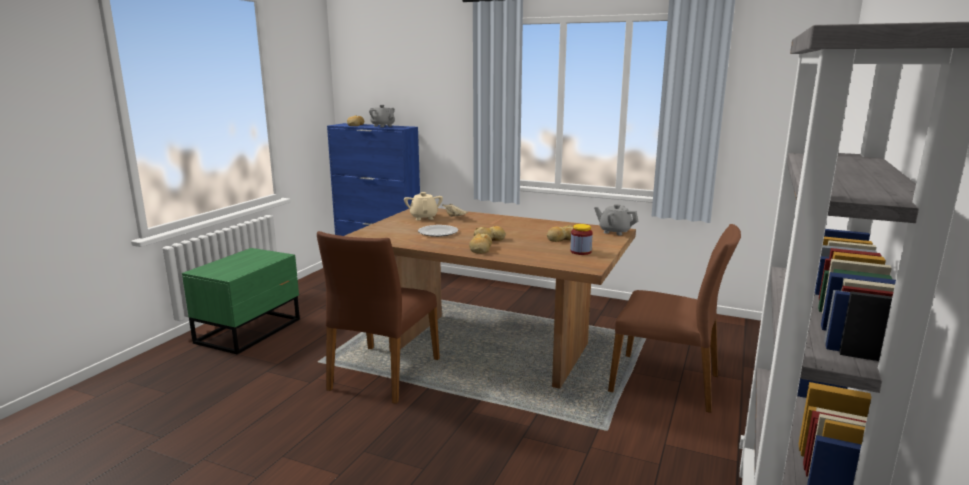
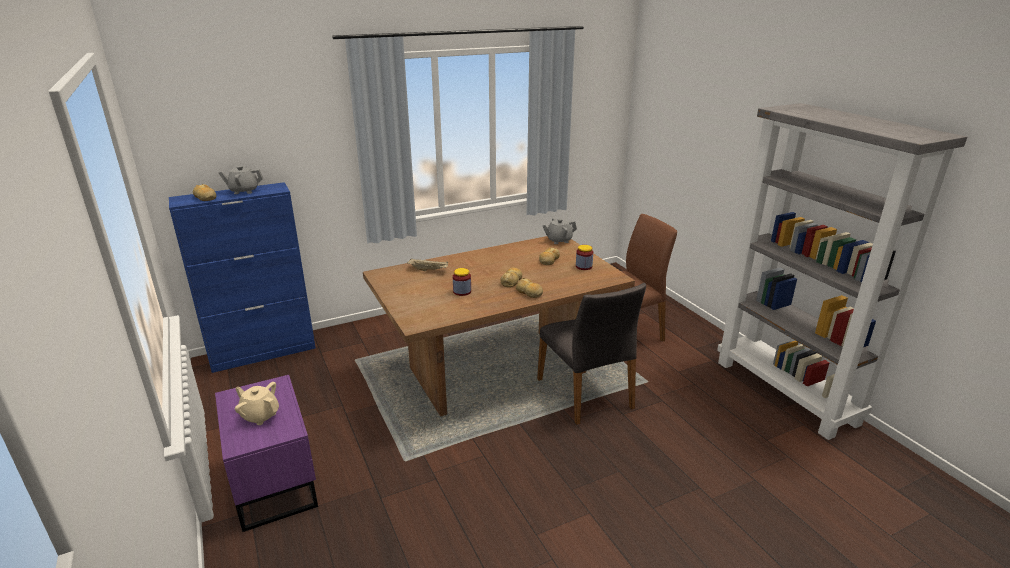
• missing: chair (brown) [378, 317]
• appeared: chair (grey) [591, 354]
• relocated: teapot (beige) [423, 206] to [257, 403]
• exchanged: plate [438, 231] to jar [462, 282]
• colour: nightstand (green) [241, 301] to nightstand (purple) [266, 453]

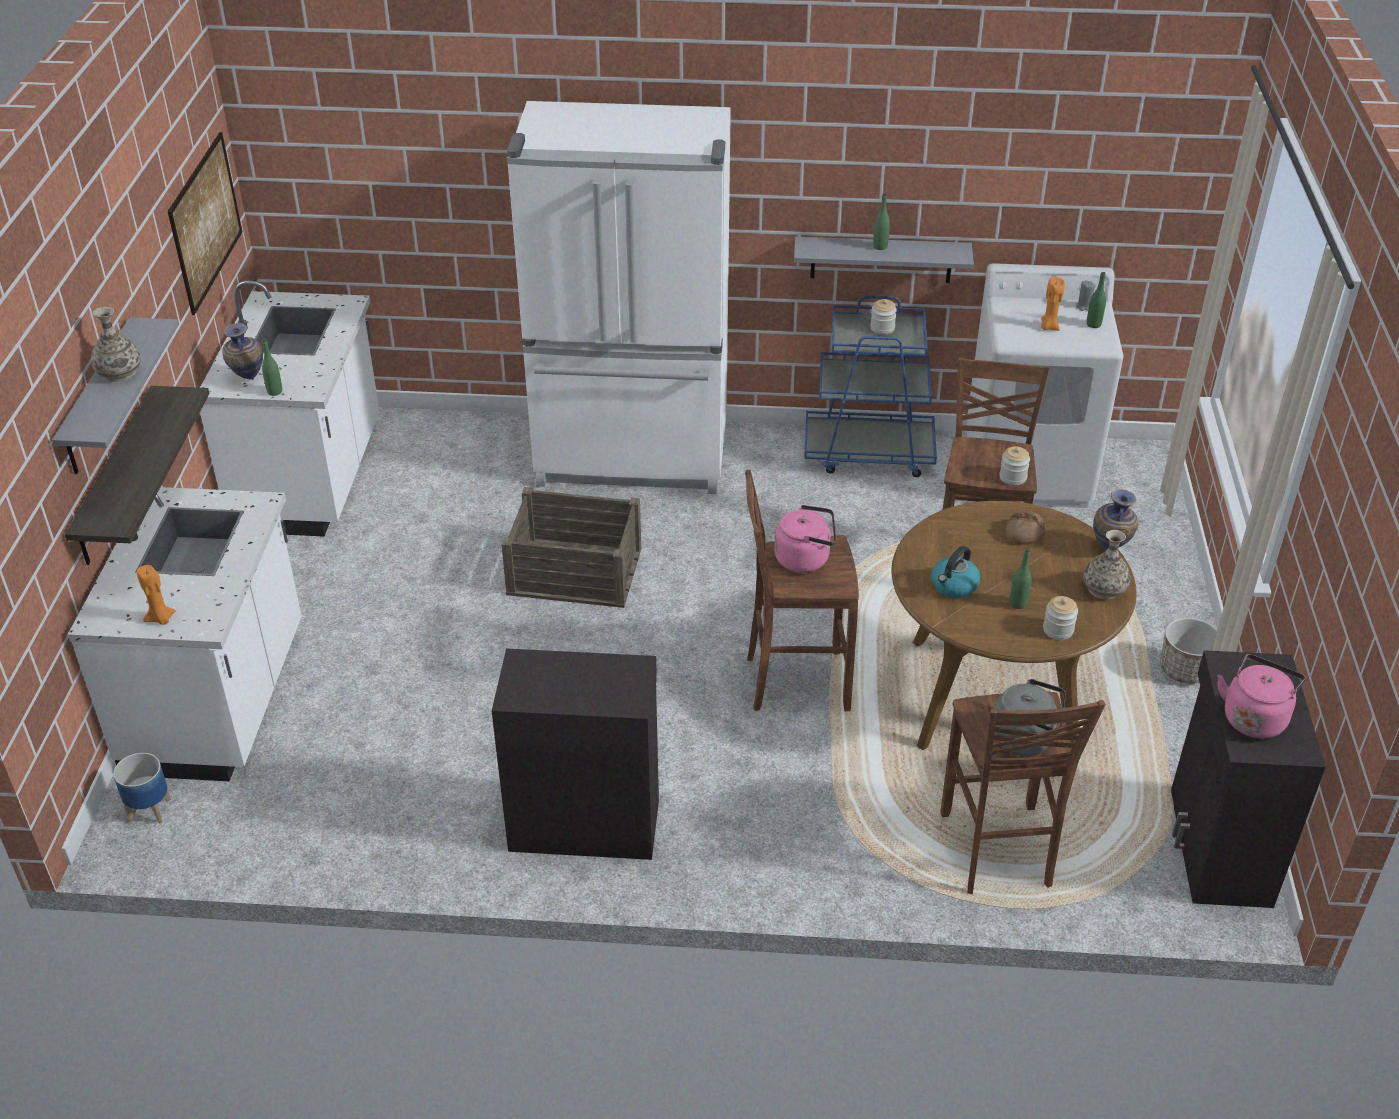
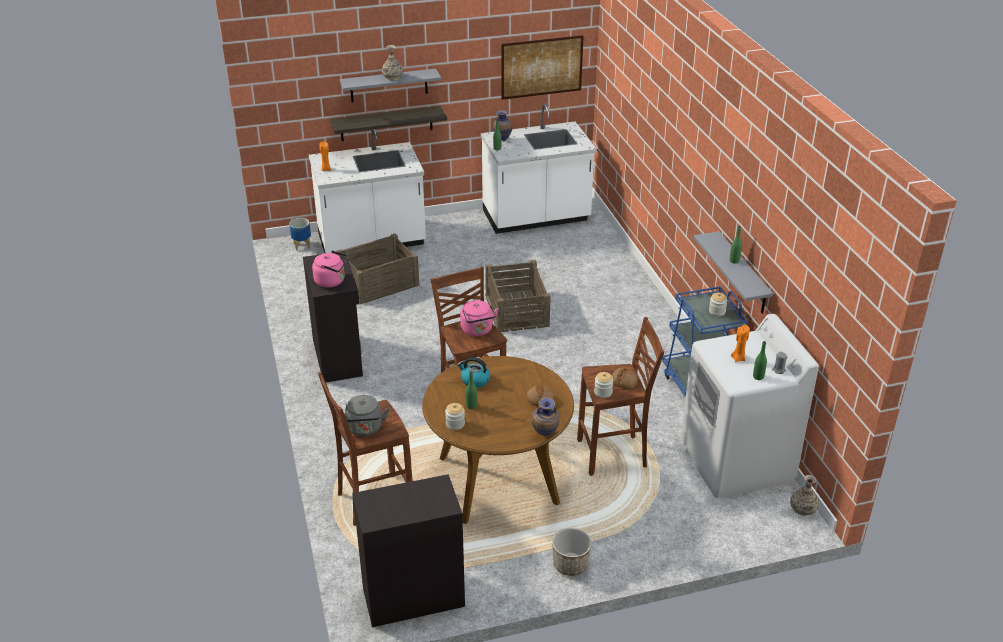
• missing: fridge (white) [619, 297]
• appeared: crate [378, 269]
• appeared: bread [624, 378]
• relocated: vase [1106, 565] to [804, 495]
• relocated: kettle (pink) [1261, 696] to [330, 269]

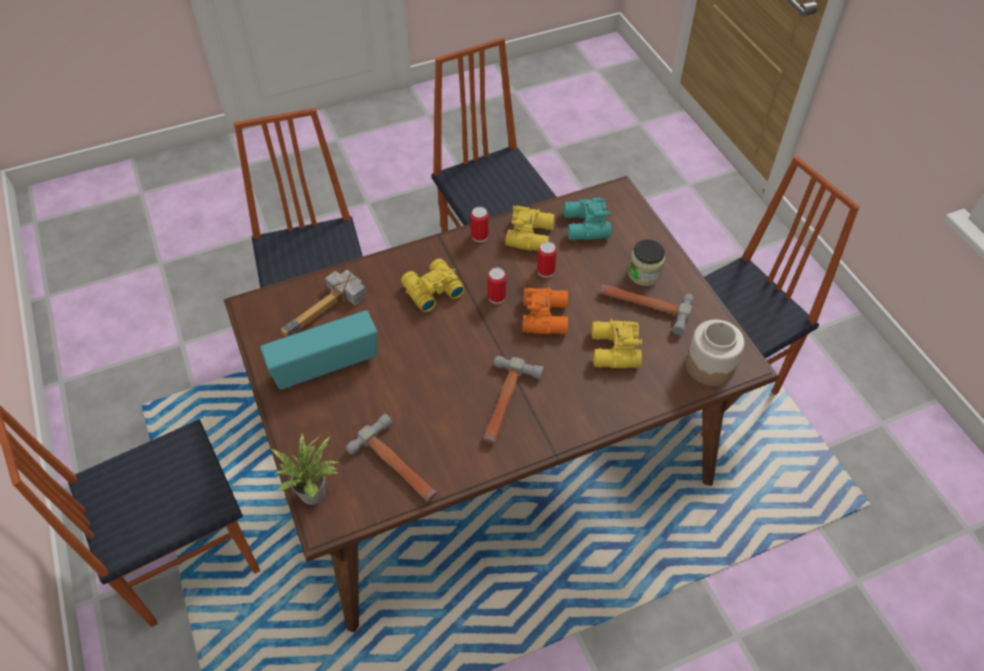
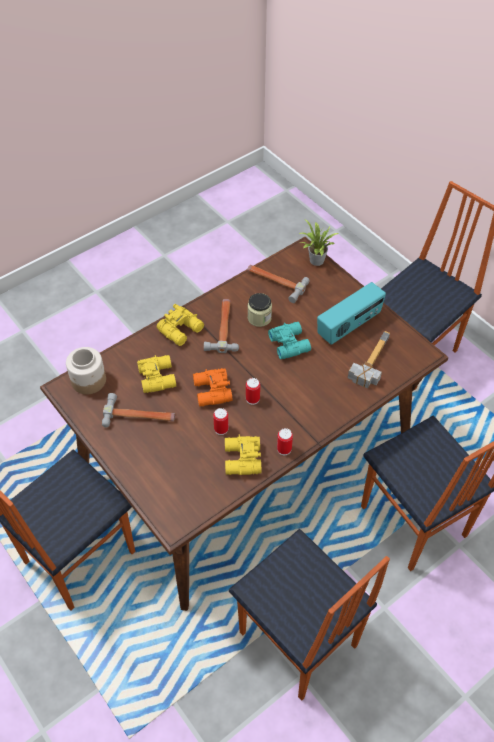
• relocated: binoculars (yellow) [433, 285] to [180, 325]
• relocated: binoculars (turquoise) [587, 219] to [289, 340]
• relocated: jar [646, 263] to [259, 310]

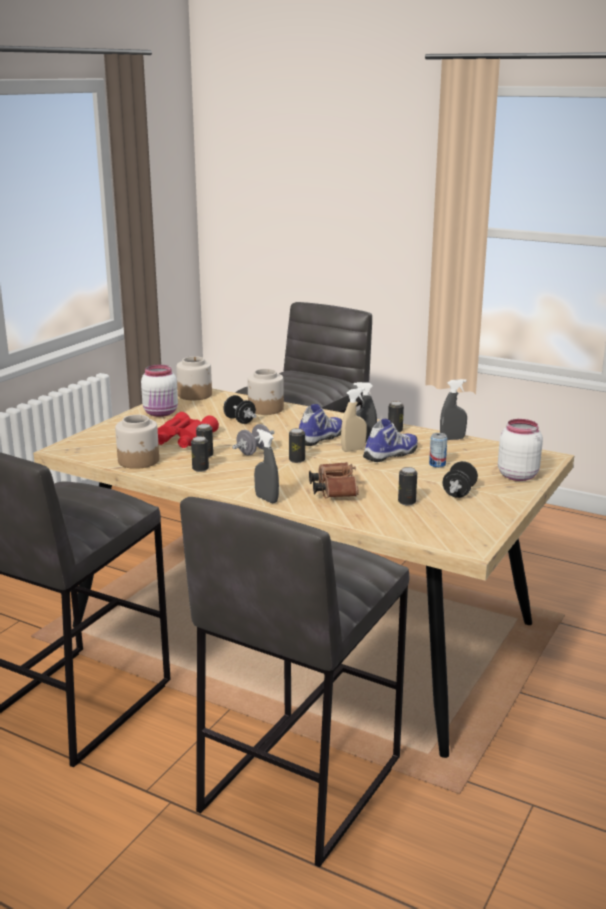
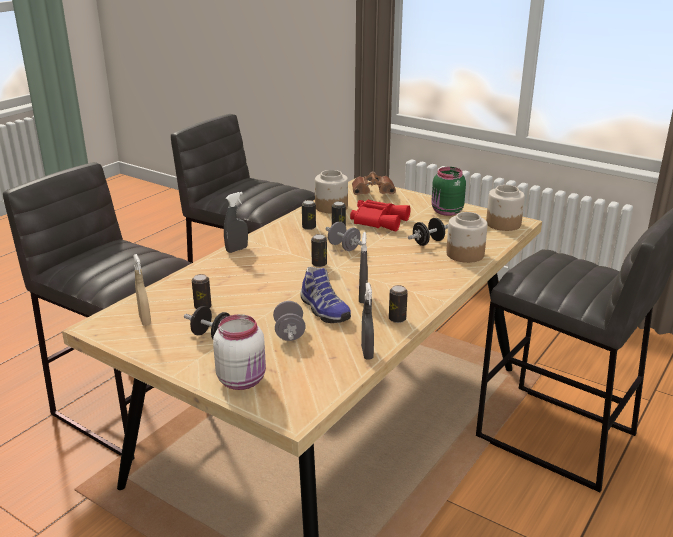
• missing: shoe [320, 425]
• relocated: binoculars (brown) [334, 480] to [374, 183]
• relocated: spray bottle (beige) [354, 420] to [142, 290]
• exchanged: can [438, 450] to dumbbell (grey) [289, 321]
• colour: jar (white) [159, 391] to jar (green) [448, 191]

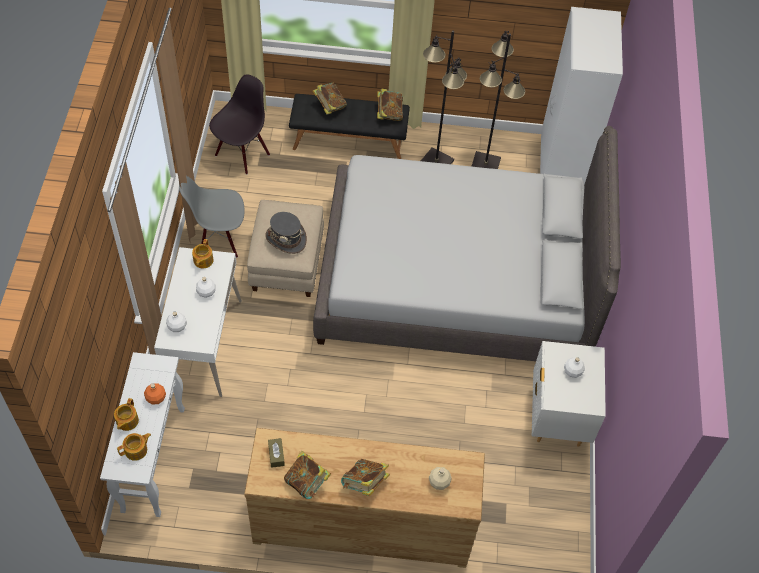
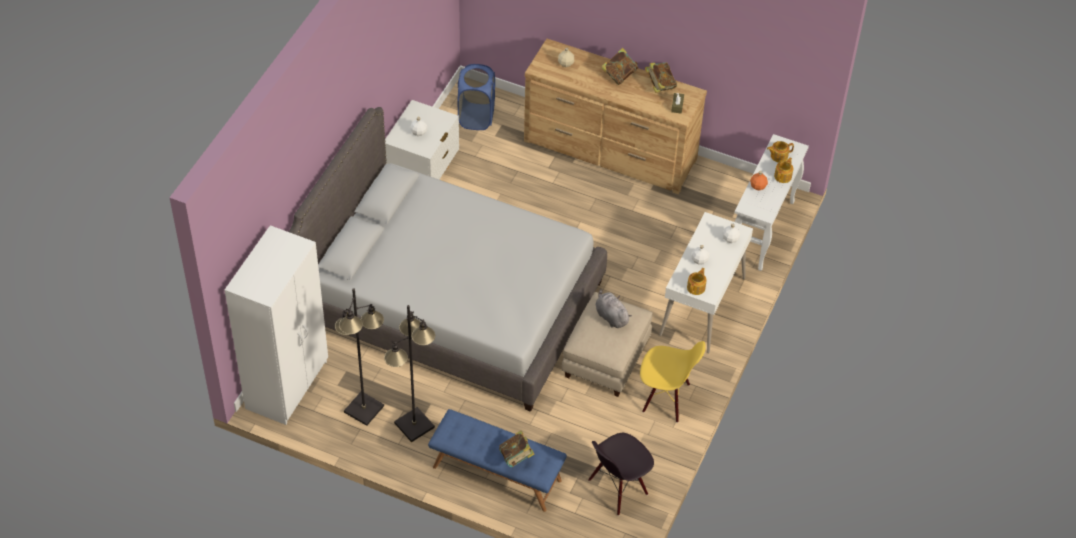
• missing: book [390, 104]
• appeared: laundry basket (blue) [476, 97]
• exchanged: hat (grey) [286, 233] to plush toy (grey) [613, 308]
• colour: chair (grey) [212, 217] to chair (yellow) [673, 382]
• colour: bench (black) [349, 126] to bench (blue) [497, 460]

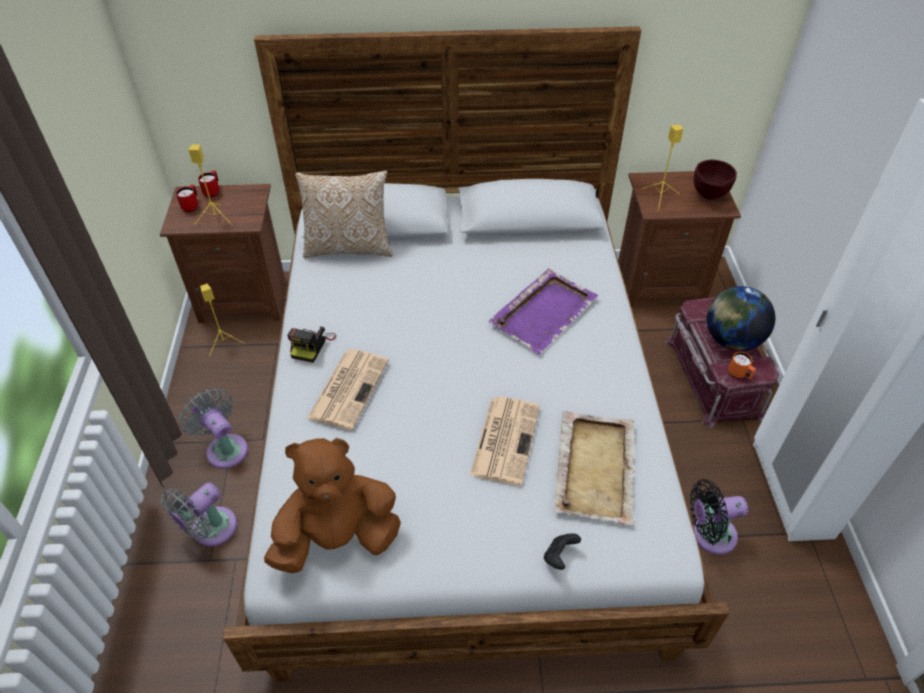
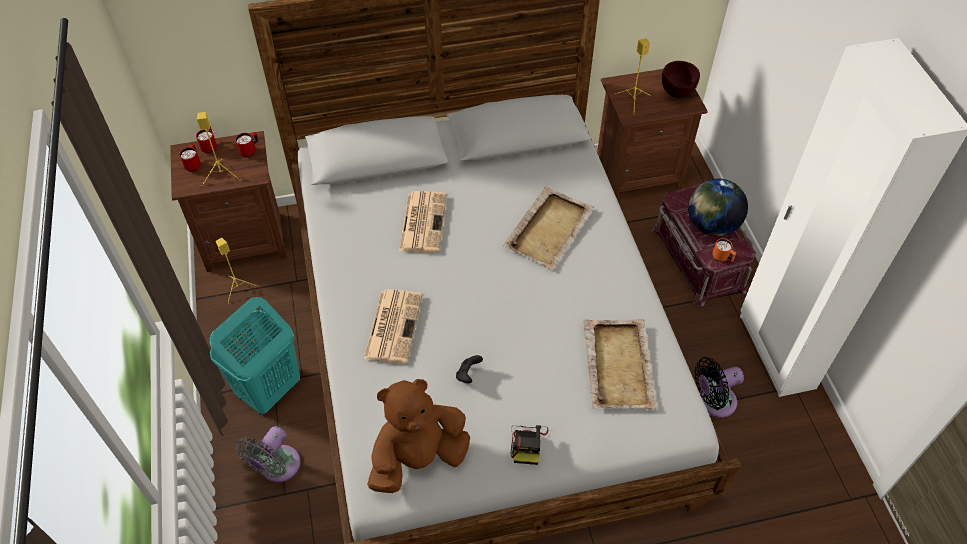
• missing: pillow [344, 214]
• appeared: mug (red) [247, 144]
• relocated: photo camera [311, 345] to [529, 445]
• relocated: newspaper [504, 441] to [423, 222]
• relocated: game controller (black) [562, 551] to [469, 369]
• exchanged: fan (grey) [213, 428] to laundry basket (turquoise) [255, 356]
• colour: tray (purple) [543, 311] to tray (beige) [548, 228]

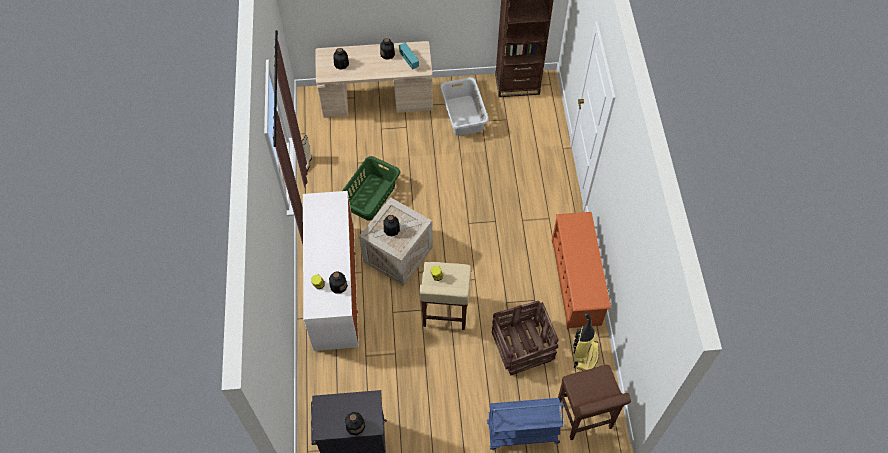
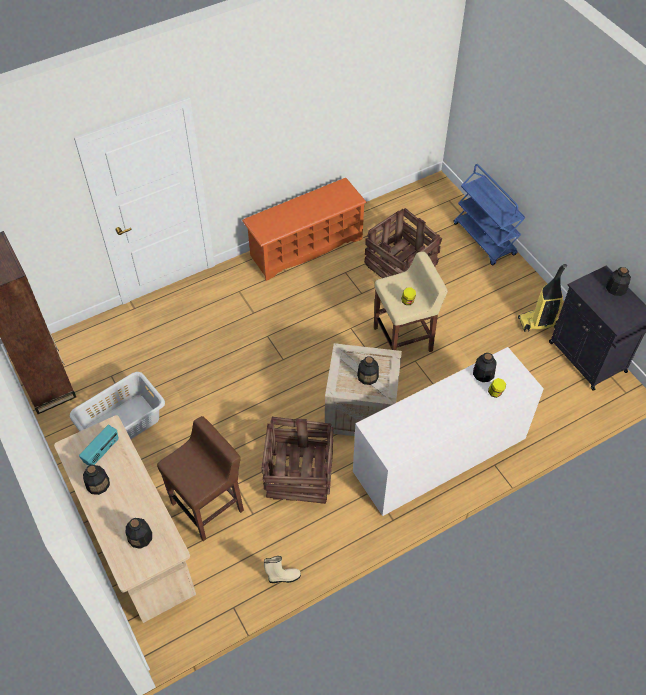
• relocated: stool (brown) [594, 402] to [200, 478]
• relocated: vacuum cleaner [586, 341] to [542, 298]
• exchanged: laundry basket (green) [371, 188] to crate [297, 460]

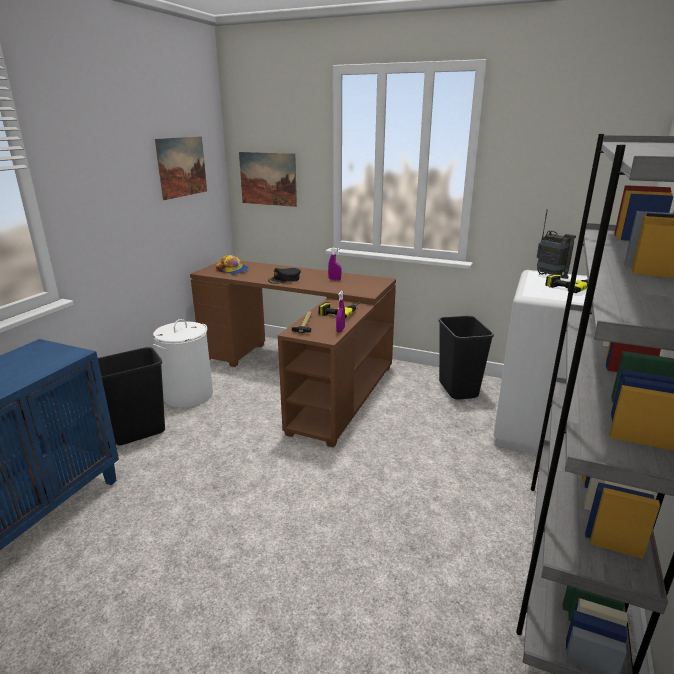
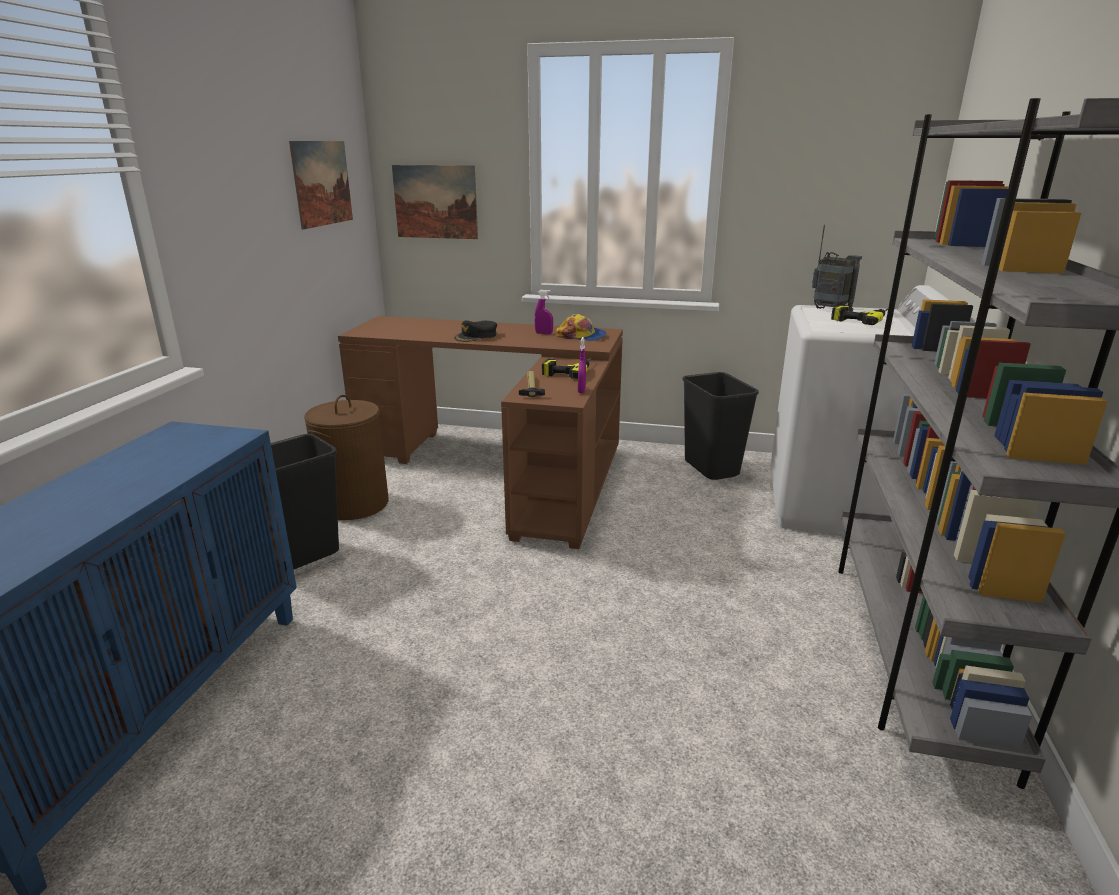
• relocated: cap [232, 265] to [581, 327]
• colour: laundry basket (white) [182, 363] to laundry basket (brown) [346, 457]

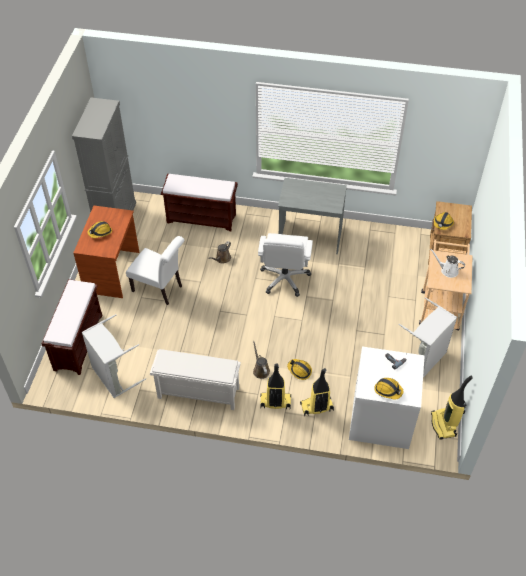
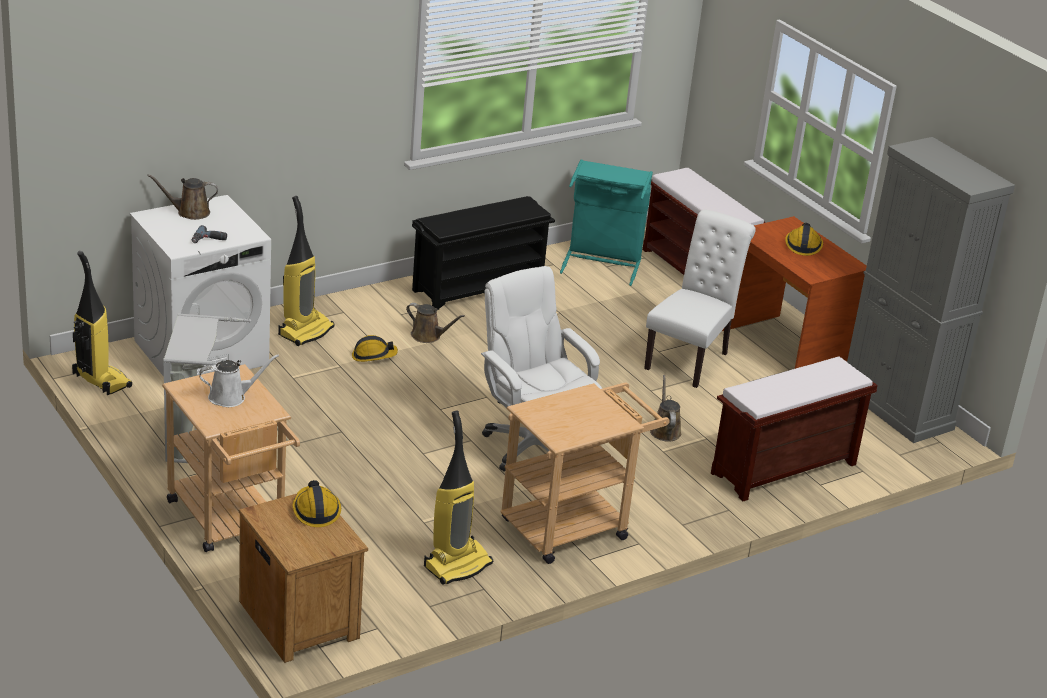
• relocated: vacuum cleaner [275, 386] to [458, 498]
• exchanged: desk (grey) [312, 216] to cart (beige) [585, 473]
• exchanged: hard hat [389, 388] to watering can (brown) [182, 197]
• colour: laundry basket (grey) [114, 356] to laundry basket (turquoise) [606, 223]
• colour: shoe rack (white) [195, 379] to shoe rack (black) [483, 253]
• spun: chair (white) [155, 270] = [700, 299] 135 degrees clockwise

